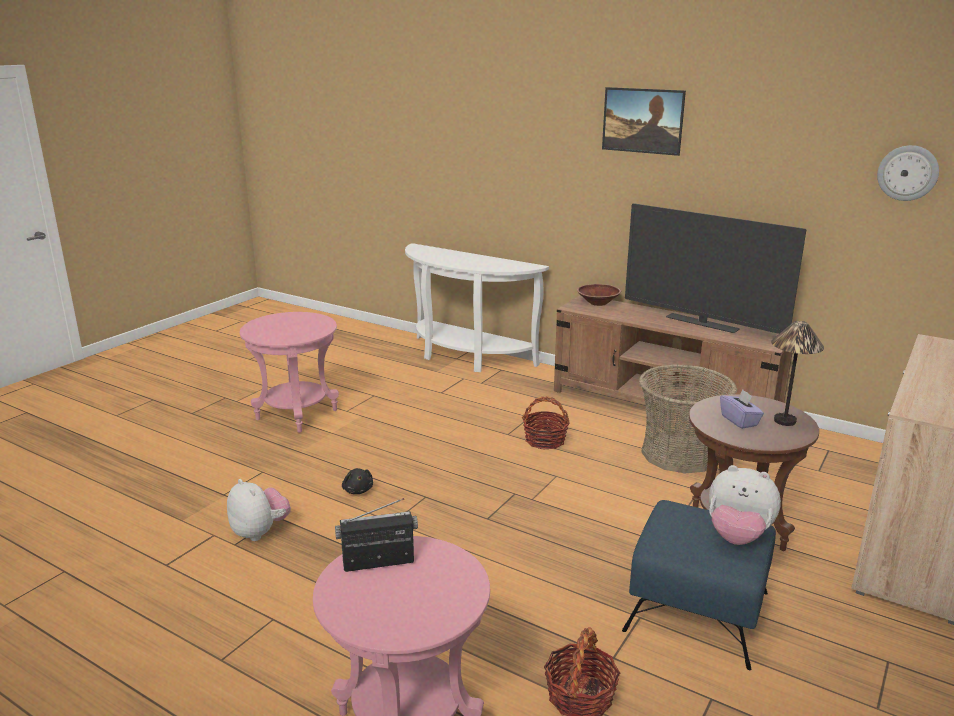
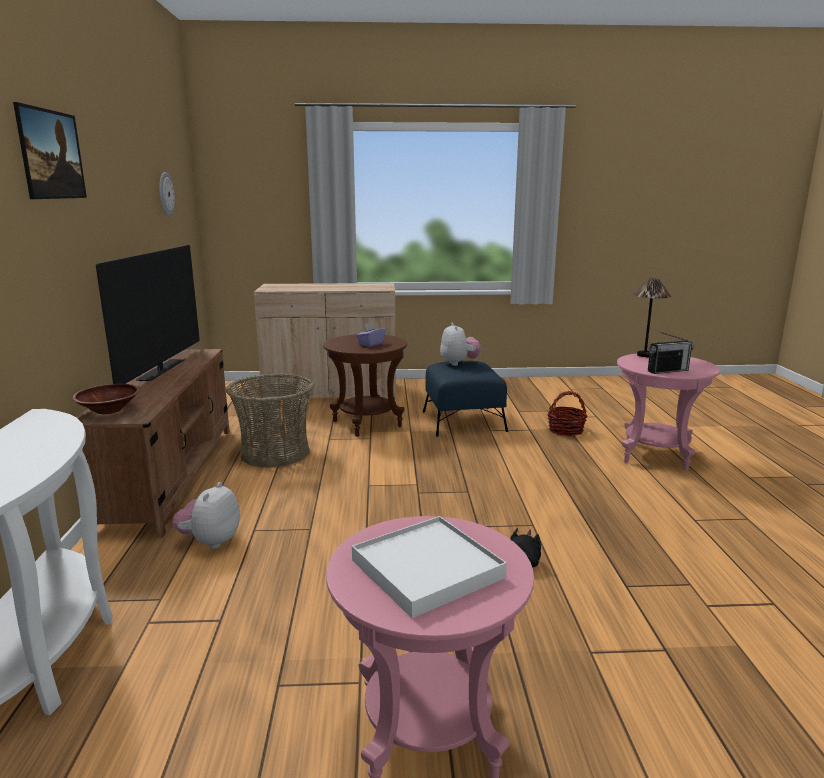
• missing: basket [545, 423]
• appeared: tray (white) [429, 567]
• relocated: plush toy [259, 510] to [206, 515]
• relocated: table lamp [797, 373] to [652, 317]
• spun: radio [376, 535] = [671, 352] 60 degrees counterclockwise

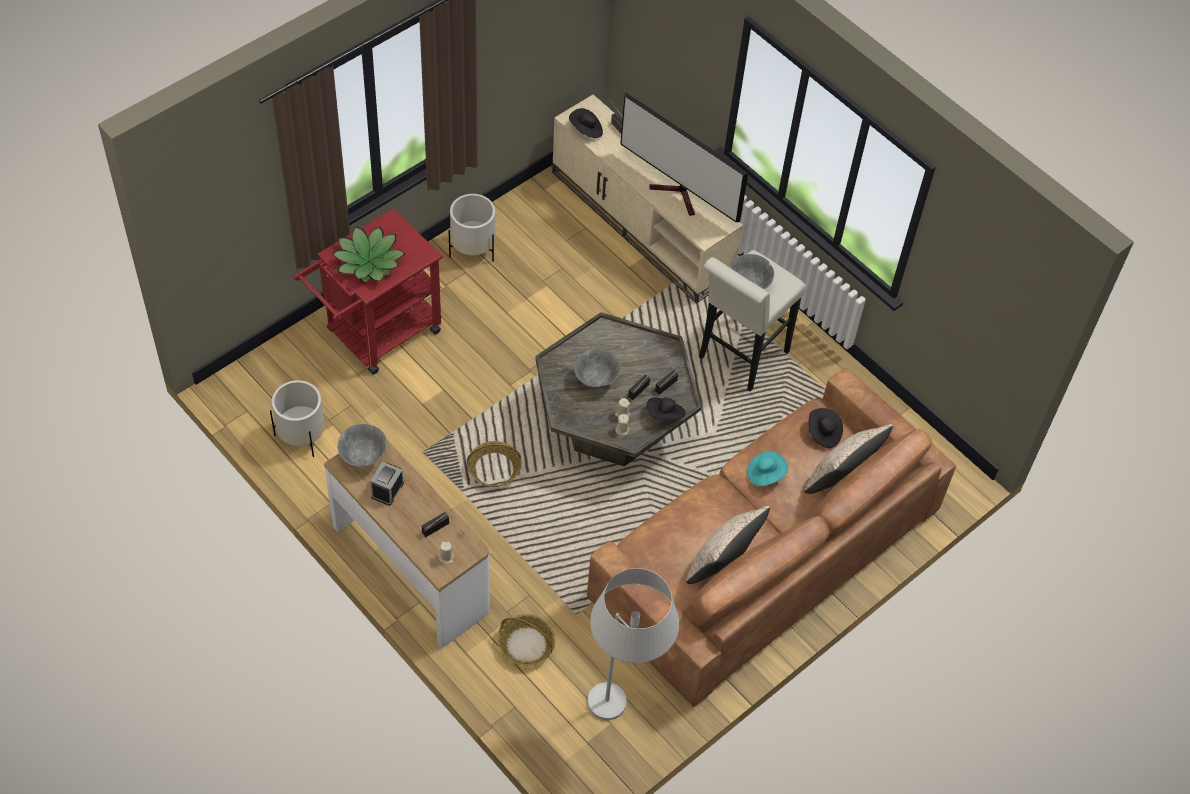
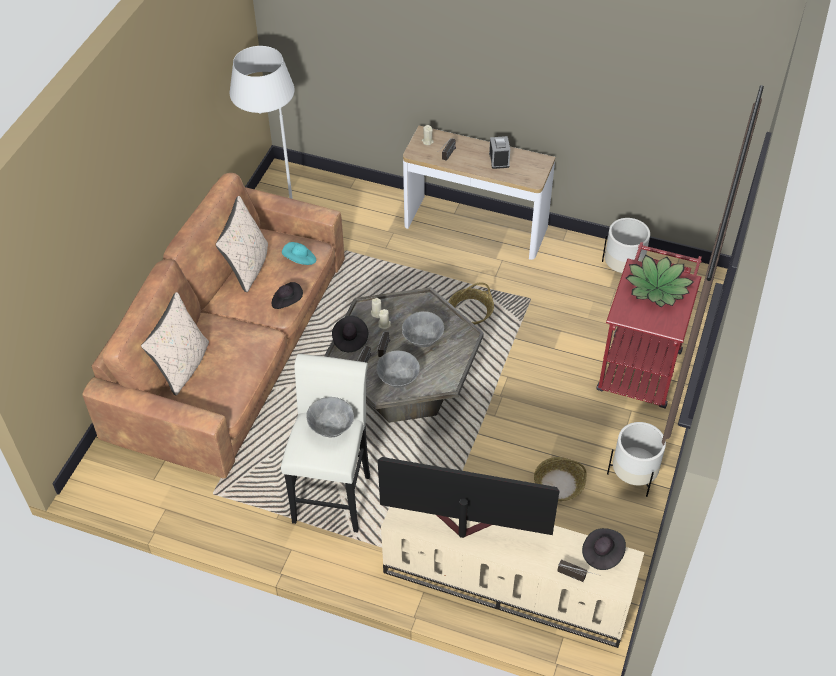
• relocated: bowl (grey) [362, 445] to [398, 369]
• relocated: basket [526, 640] to [560, 479]
• relocated: hat (turquoise) [767, 468] to [299, 253]
• relocated: hat (black) [825, 428] to [287, 295]

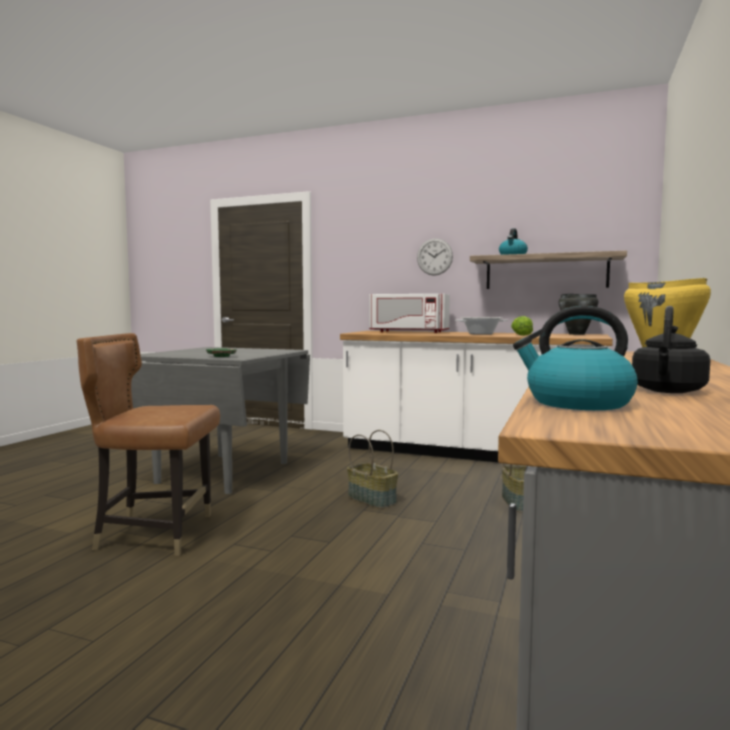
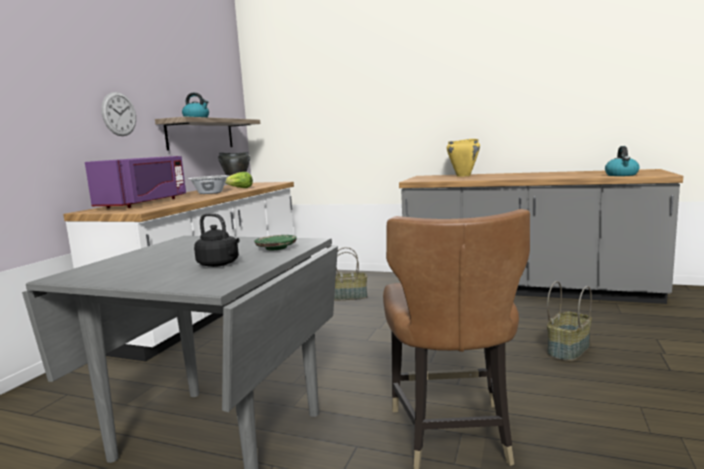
• relocated: basket [372, 469] to [569, 321]
• relocated: kettle (black) [671, 349] to [216, 240]
• colour: microwave (white) [409, 313] to microwave (purple) [135, 182]

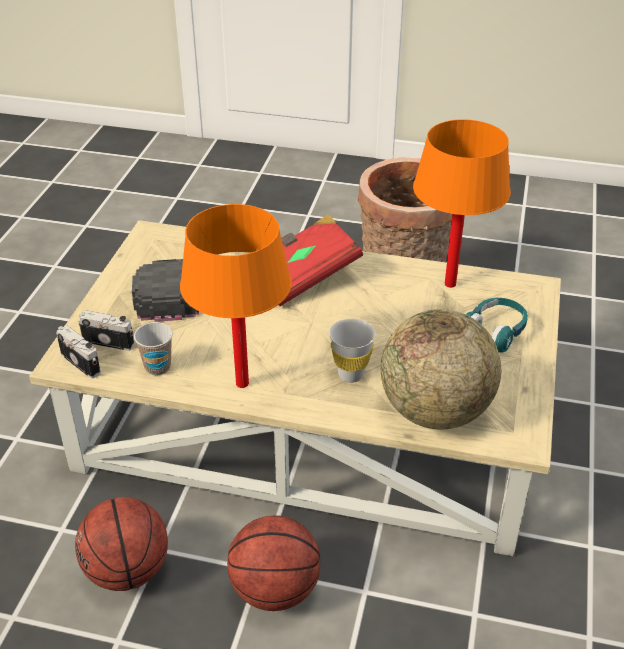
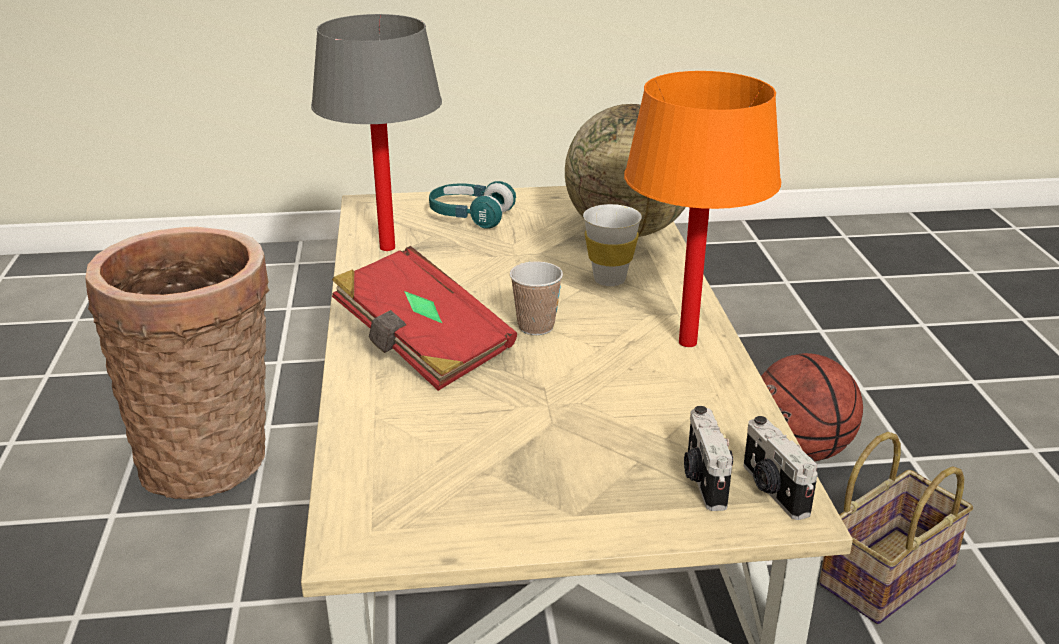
• missing: cap (black) [165, 290]
• relocated: cup [153, 349] to [536, 298]
• exchanged: basketball [121, 544] to basket [896, 528]
• colour: table lamp (orange) [462, 203] to table lamp (grey) [376, 132]
• spun: photo camera [78, 351] = [780, 468] 45 degrees counterclockwise

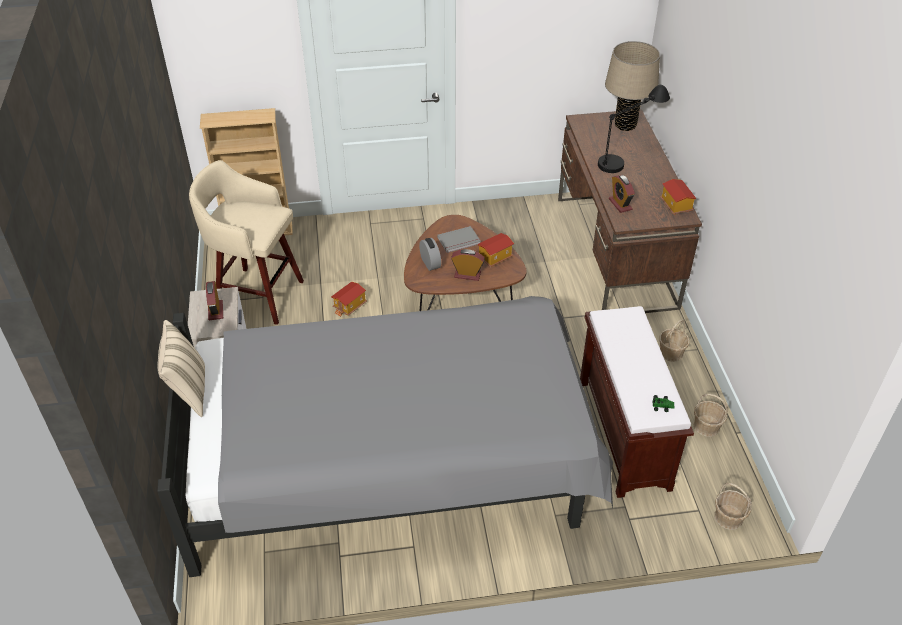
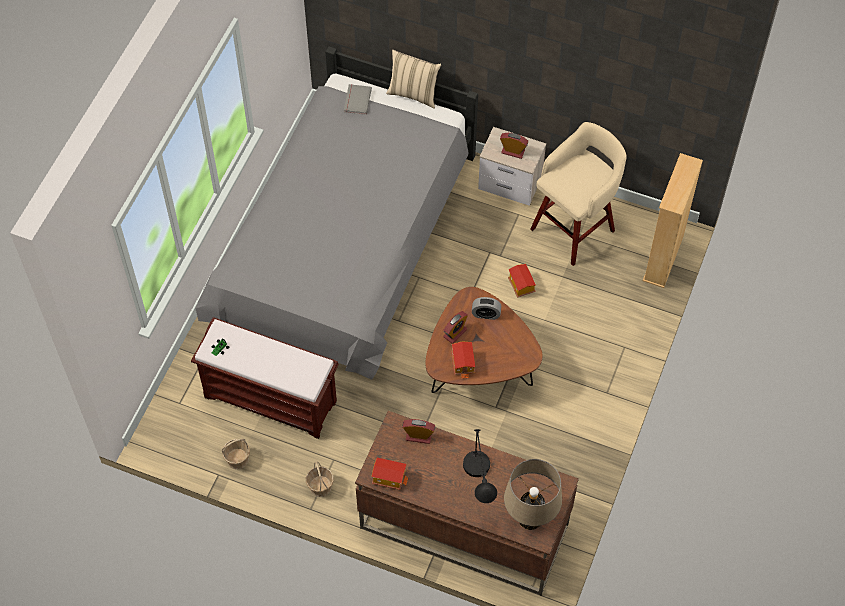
• missing: basket [733, 506]
• relocated: book (grey) [458, 239] to [358, 99]

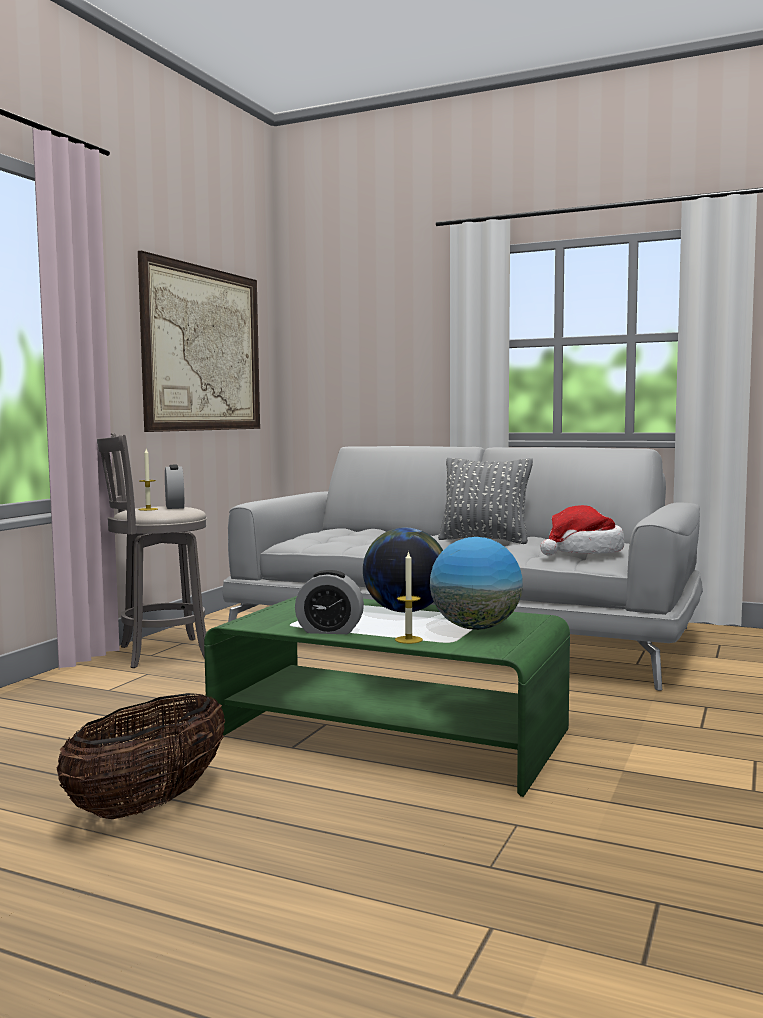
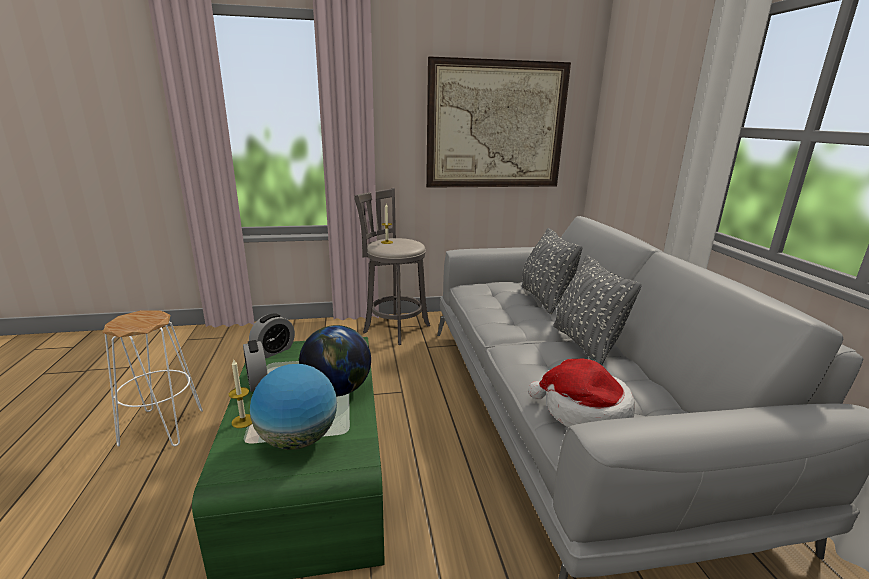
• appeared: pillow (grey) [552, 271]
• relocated: alarm clock [174, 487] to [272, 335]
• exchanged: basket [140, 756] to stool (white) [153, 378]

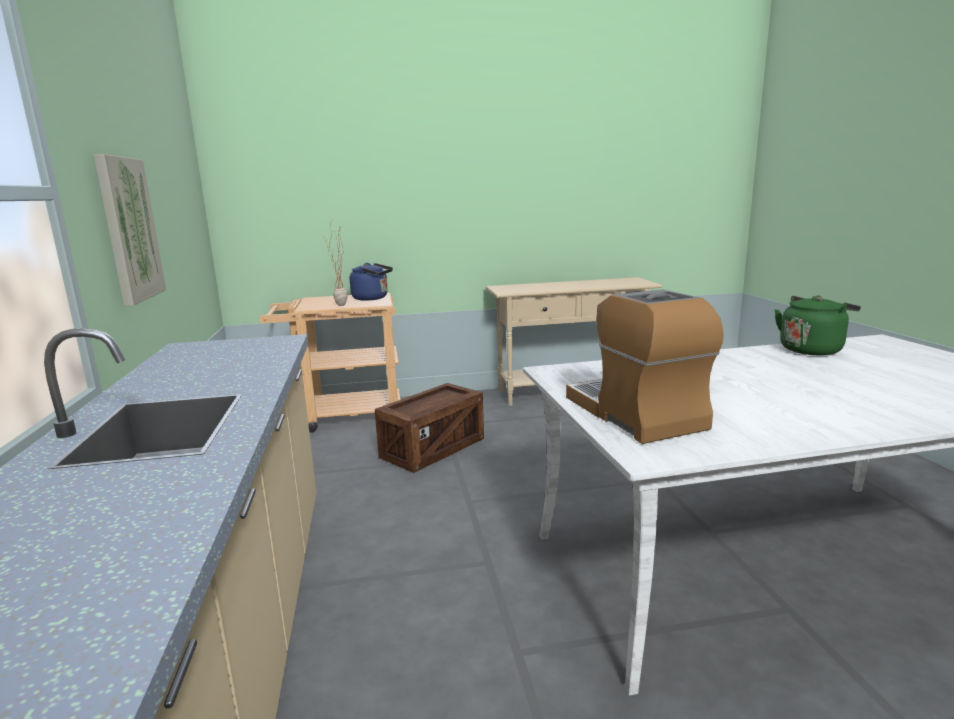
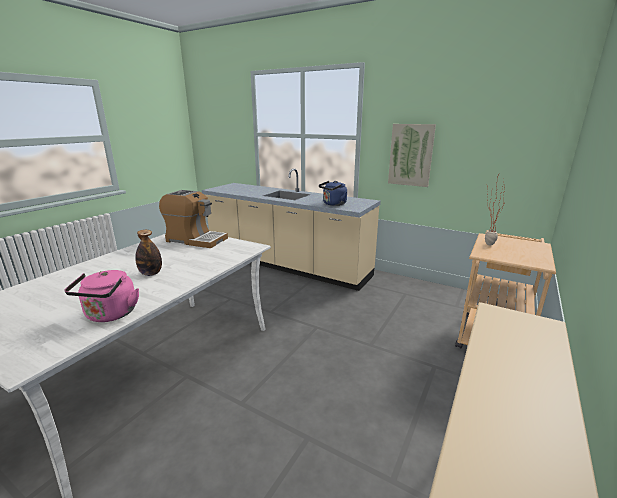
• missing: crate [429, 428]
• appeared: bottle [148, 253]
• relocated: kettle (blue) [371, 282] to [333, 193]
• colour: kettle (green) [818, 325] to kettle (pink) [101, 296]

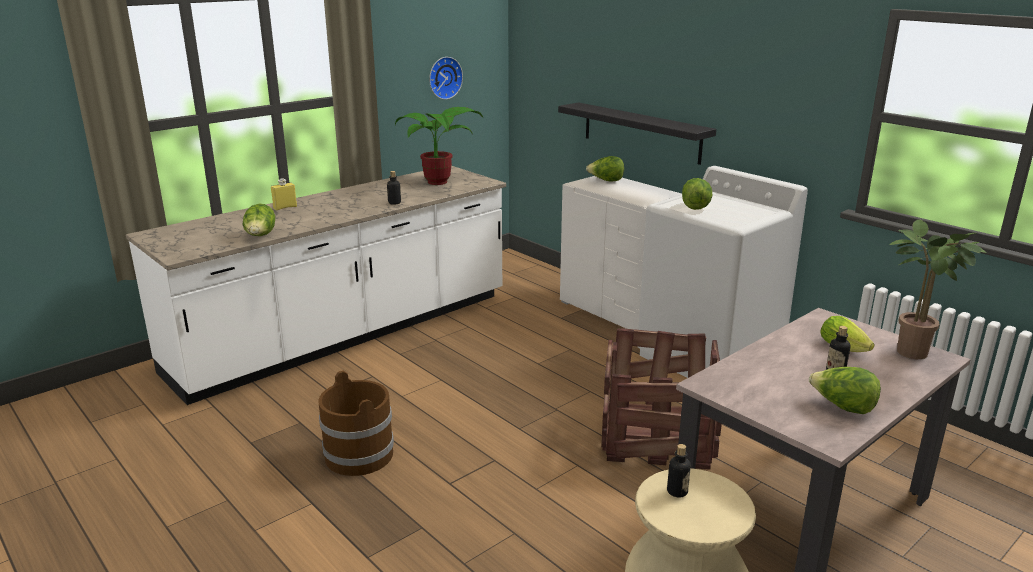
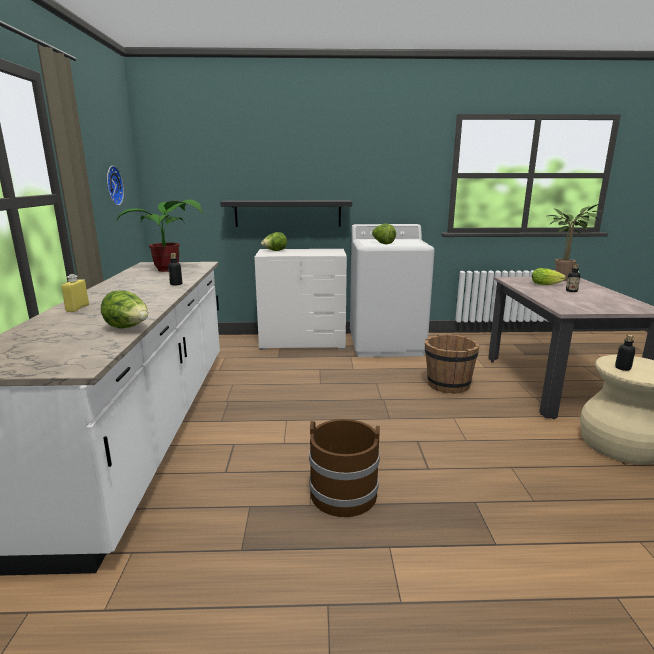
• missing: lettuce [845, 390]
• exchanged: crate [661, 399] to bucket (brown) [452, 364]

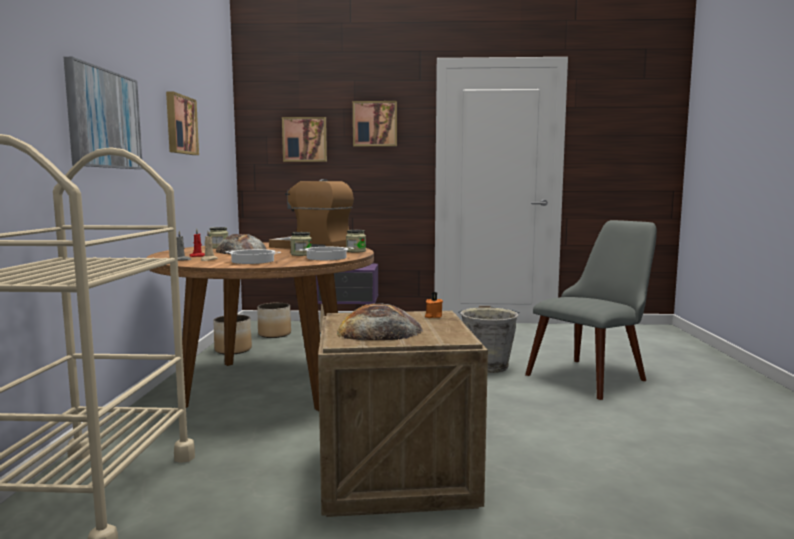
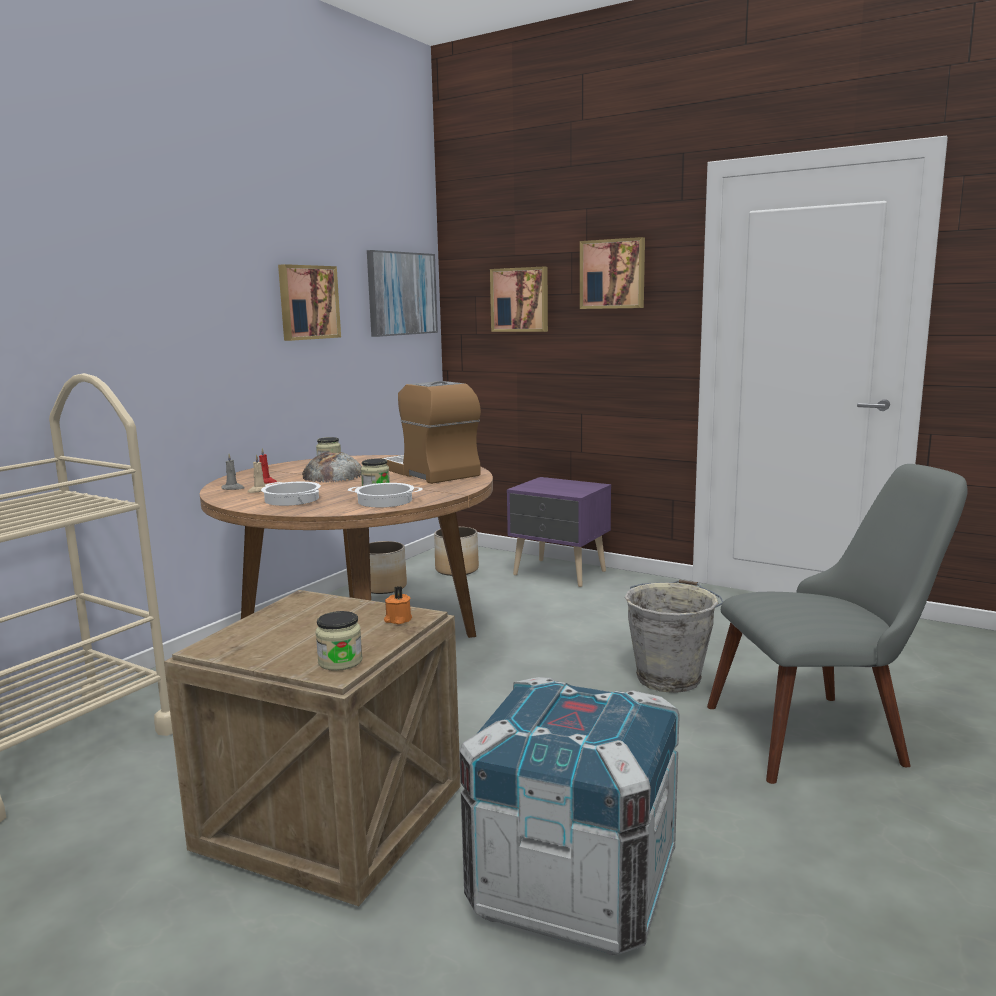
• missing: bread [380, 321]
• appeared: crate [569, 816]
• relocated: picture [103, 113] to [402, 293]
• relocated: jar [356, 241] to [339, 641]

